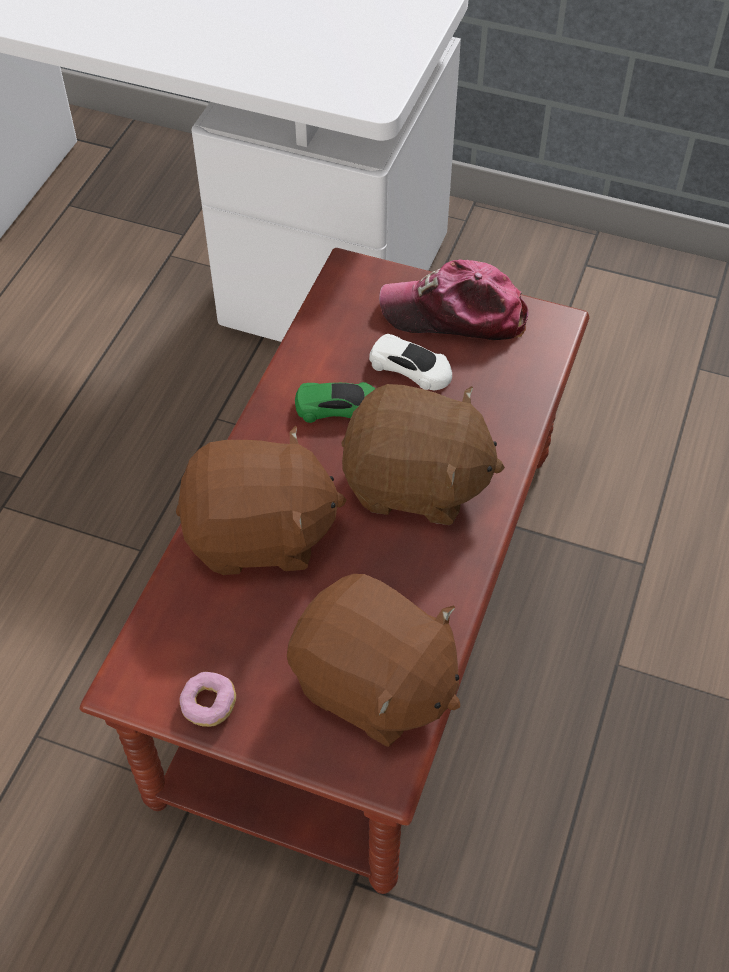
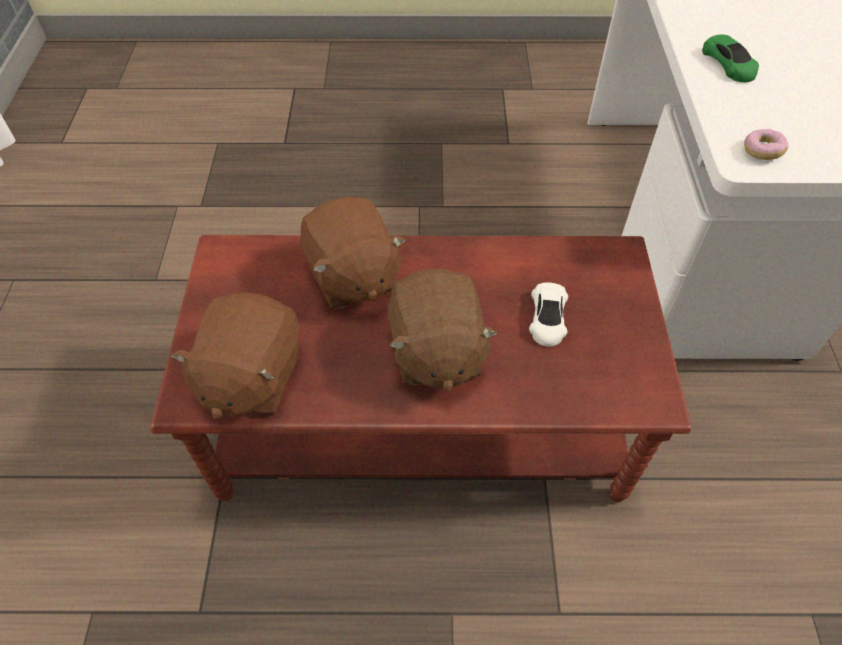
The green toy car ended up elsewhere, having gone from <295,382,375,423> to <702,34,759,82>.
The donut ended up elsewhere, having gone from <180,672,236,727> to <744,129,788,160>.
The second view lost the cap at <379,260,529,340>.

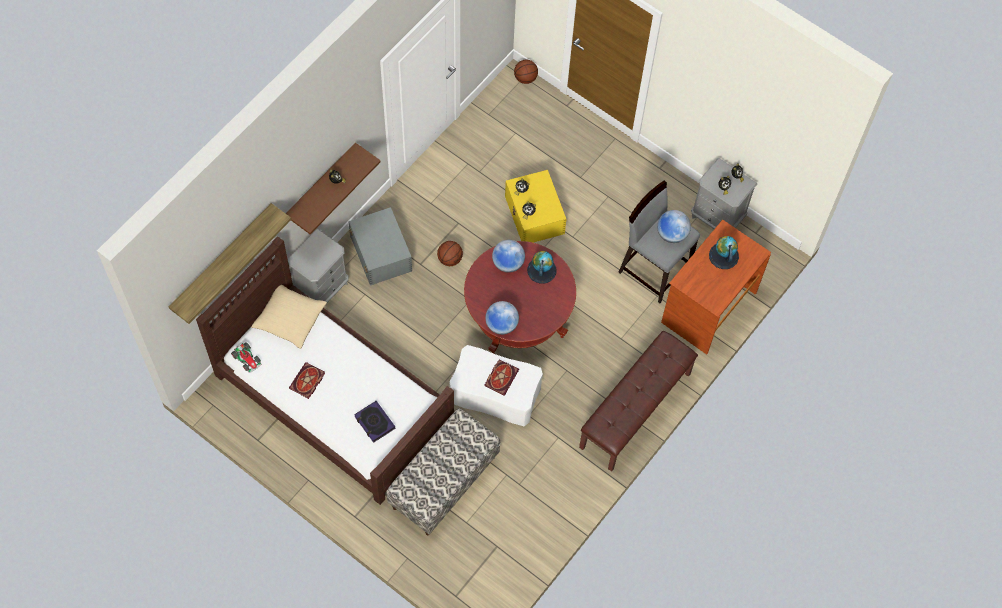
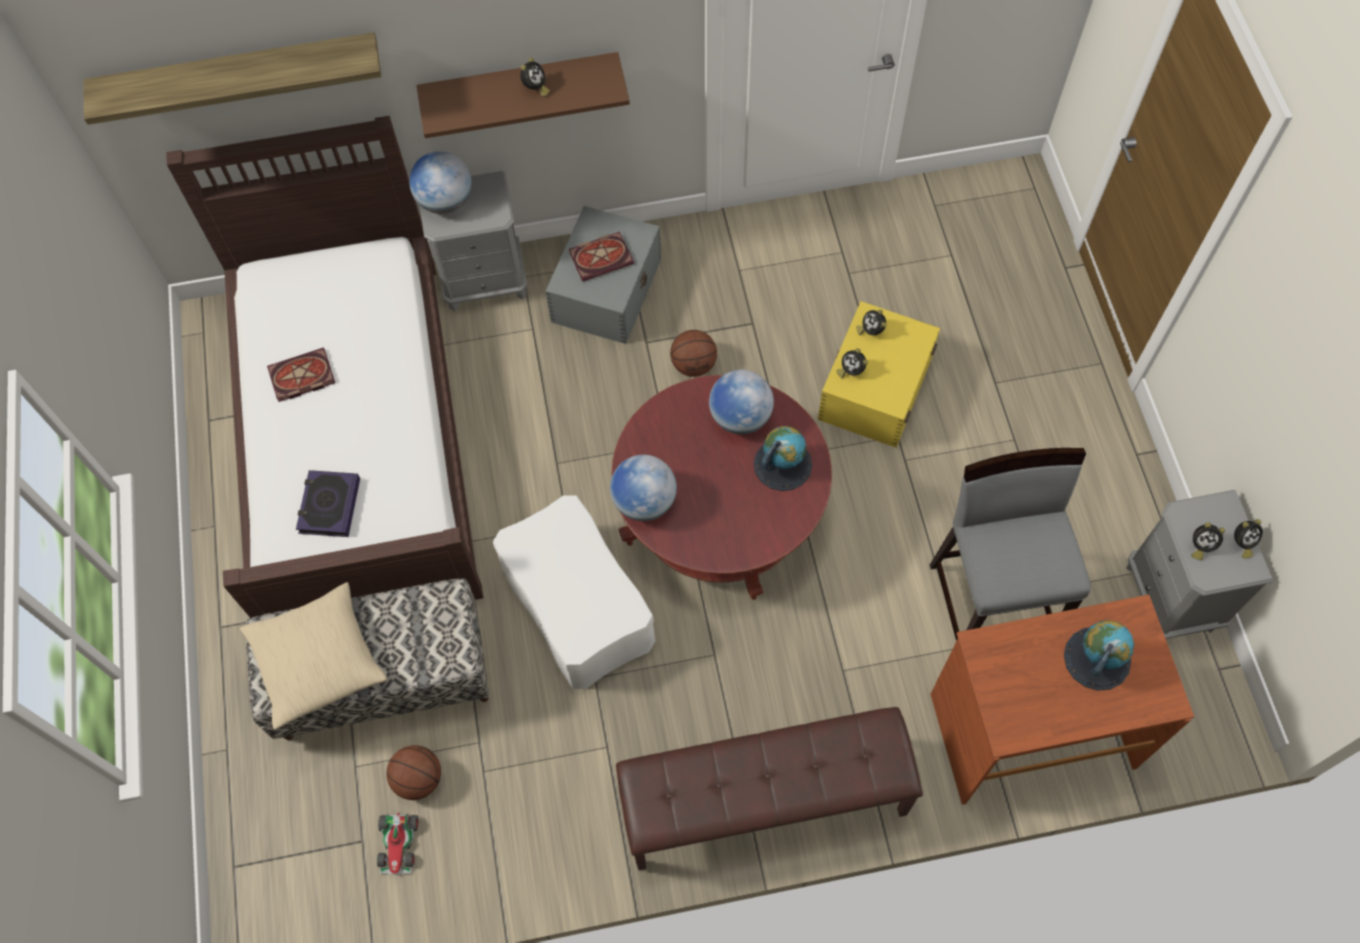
The beige pillow ended up elsewhere, having gone from <251,285,327,349> to <240,582,387,730>.
The toy car ended up elsewhere, having gone from <231,342,262,373> to <377,812,419,874>.
The basketball ended up elsewhere, having gone from <514,60,538,84> to <386,745,441,800>.
The globe ended up elsewhere, having gone from <657,210,691,243> to <409,151,472,214>.
The book ended up elsewhere, having gone from <485,359,519,396> to <569,232,634,282>.

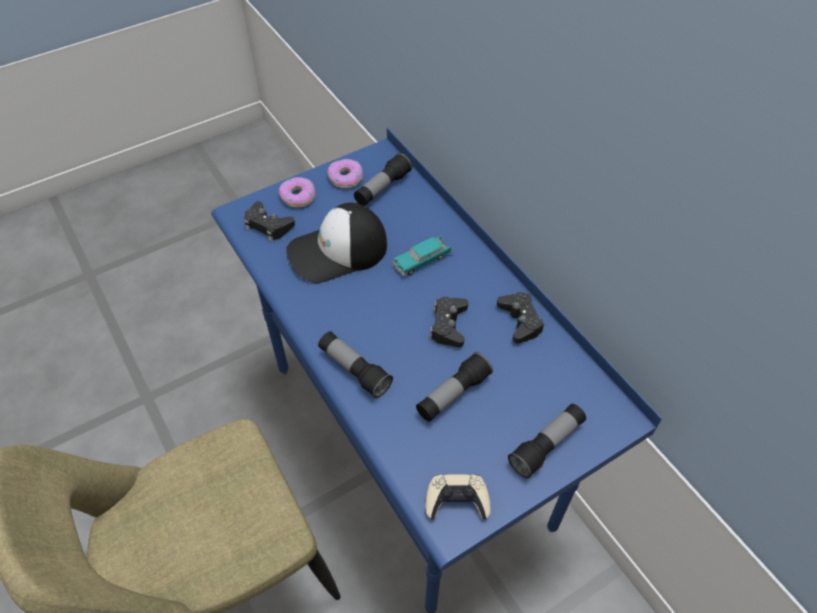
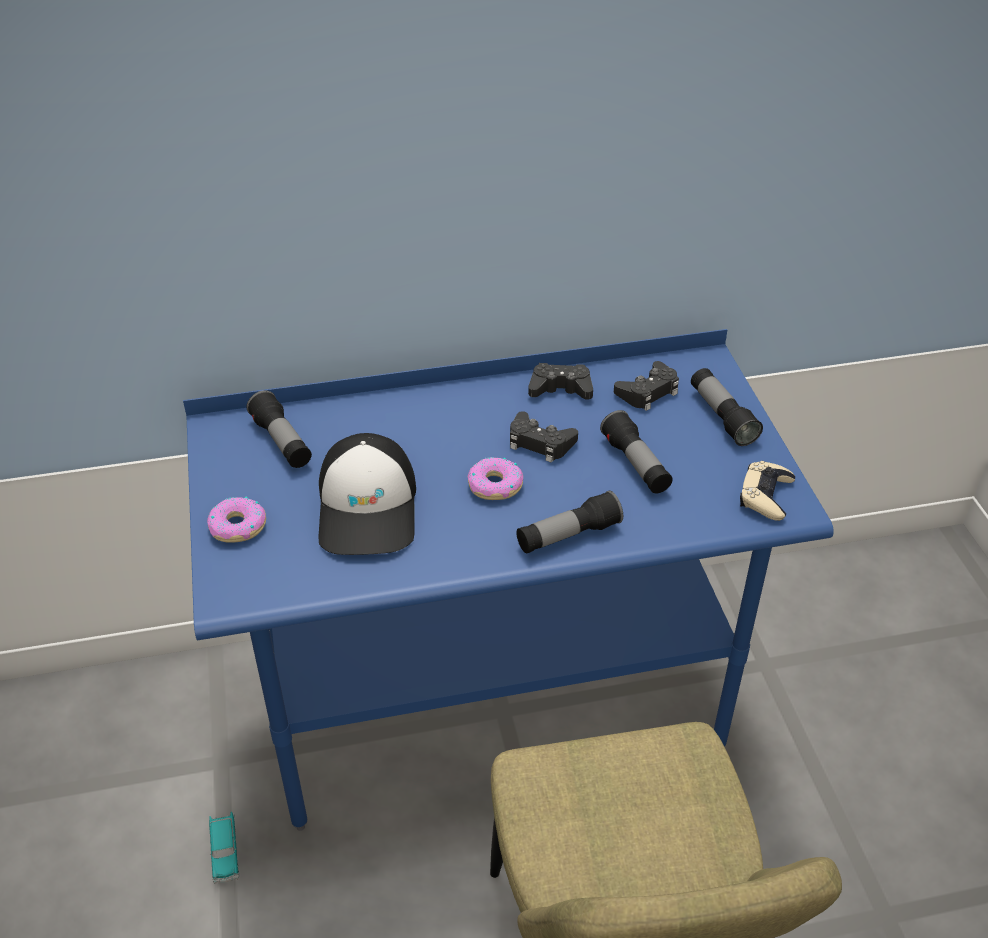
The toy car ended up elsewhere, having gone from <392,236,453,276> to <209,811,239,884>.
The donut ended up elsewhere, having gone from <327,159,363,188> to <468,457,523,500>.
The black game controller ended up elsewhere, having gone from <244,201,295,242> to <614,361,679,411>.

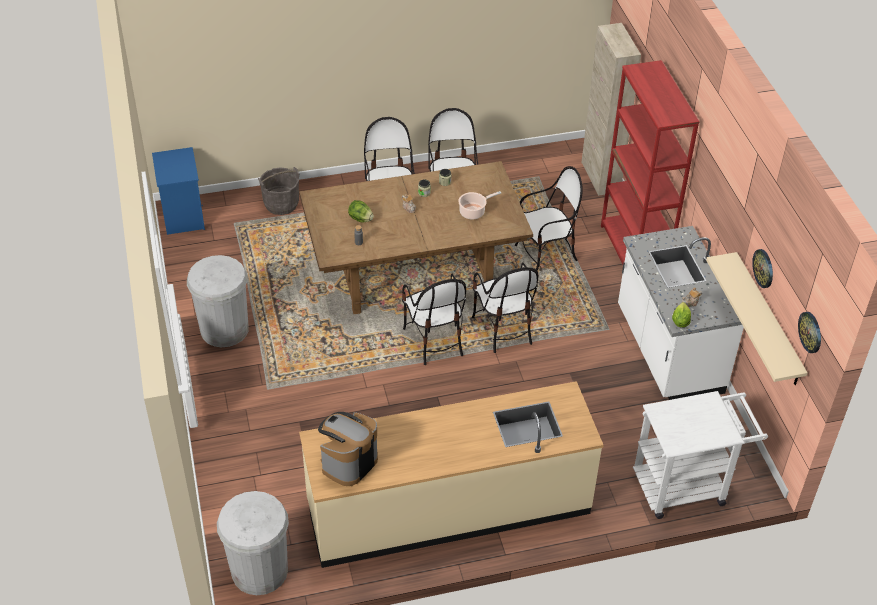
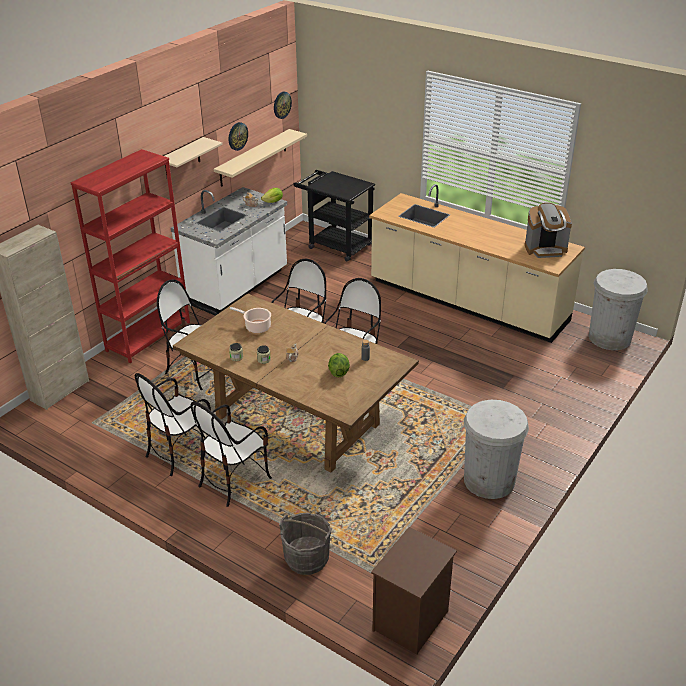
The second view gained the beige shelf at <165,137,223,176>.
What was the white cart at <633,391,768,519> turned into the black cart at <293,170,375,262>.
What was the blue nightstand at <152,147,205,235> turned into the brown nightstand at <371,527,457,655>.

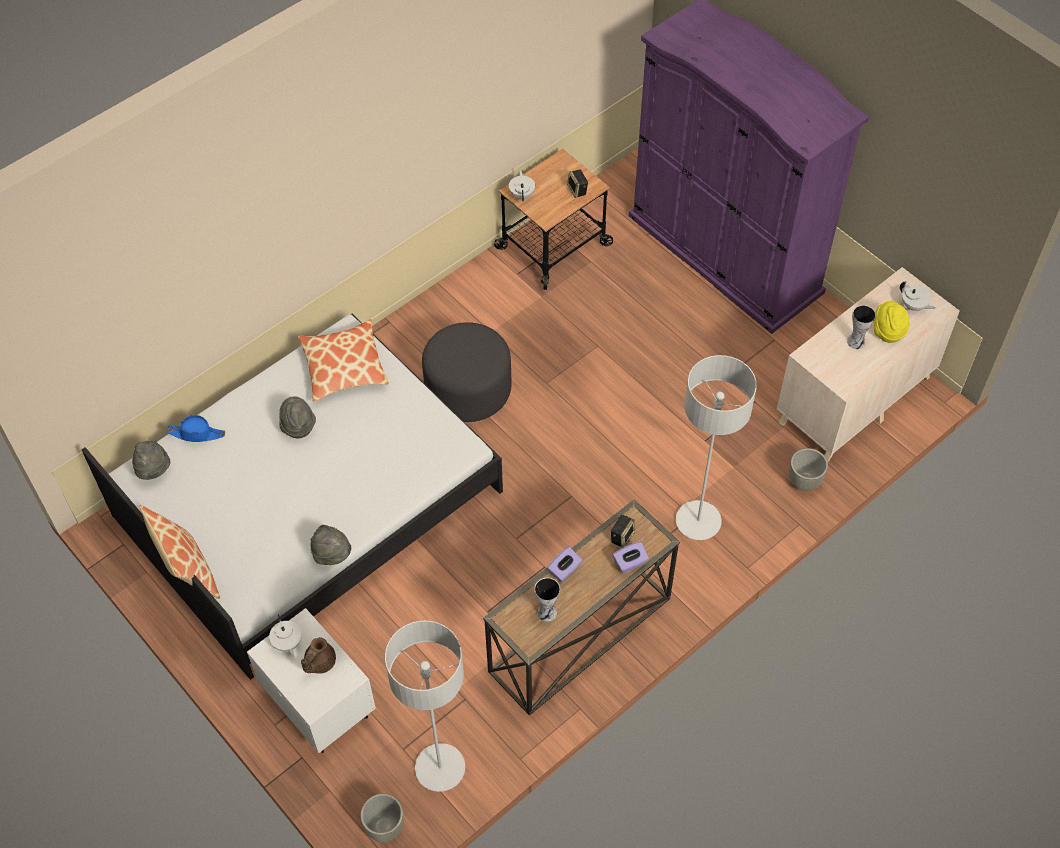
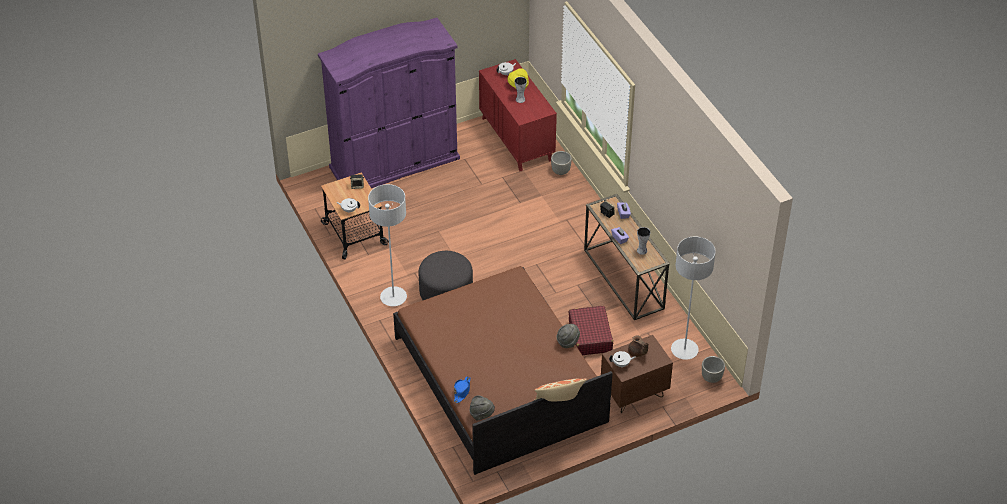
The grey floor lamp ended up elsewhere, having gone from <676,355,757,540> to <368,184,407,306>.
What was the white bed at <82,314,503,680> turned into the brown bed at <393,266,613,475>.
What was the beige dresser at <777,267,960,462> turned into the red dresser at <479,59,557,171>.
The second view gained the red suitcase at <569,306,613,355>.
What was the white nightstand at <247,608,376,753> turned into the brown nightstand at <601,335,673,413>.
The second view lost the grey hat at <279,396,316,438>.
The second view lost the pillow at <298,319,389,402>.

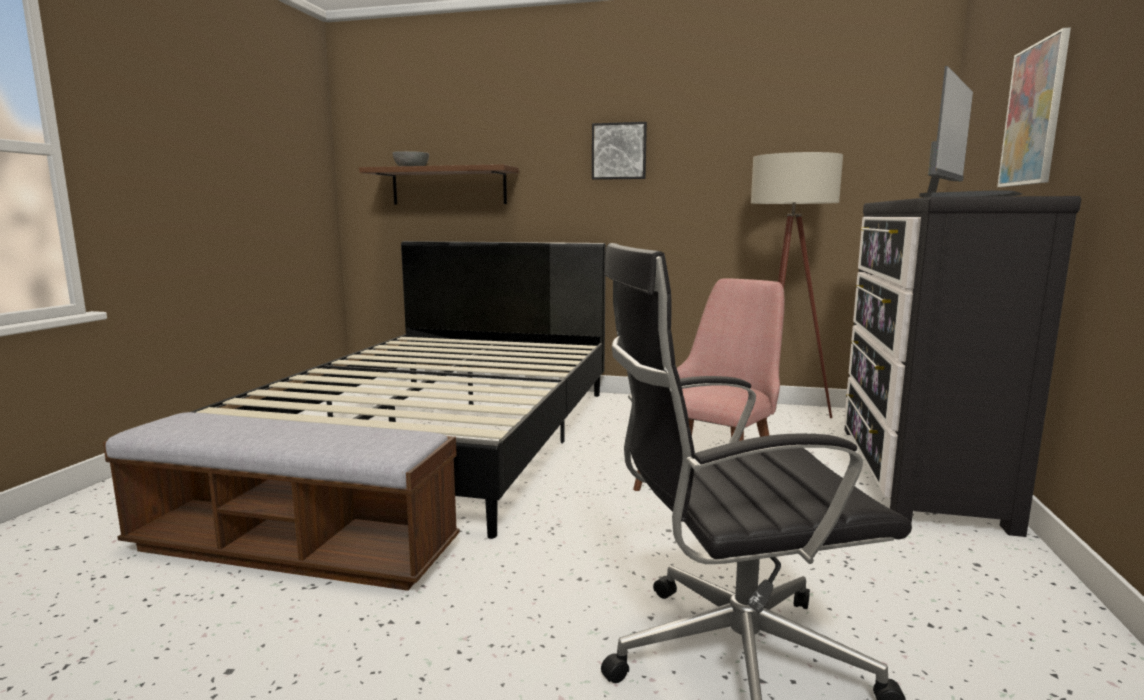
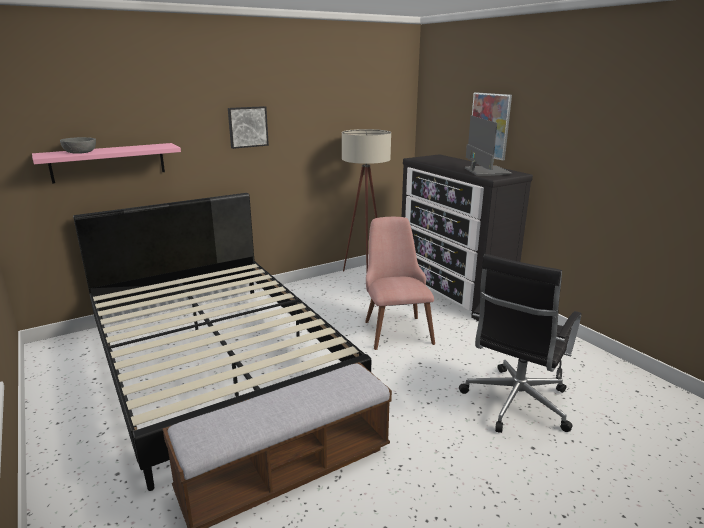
What was the brown shelf at <359,164,519,204> turned into the pink shelf at <32,143,181,184>.

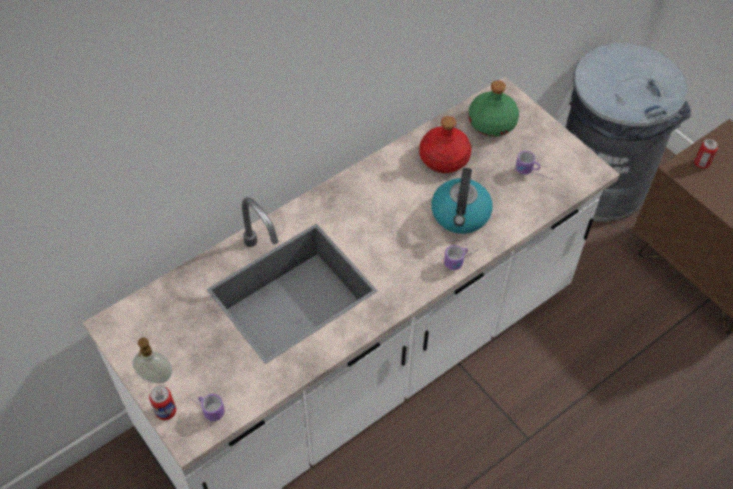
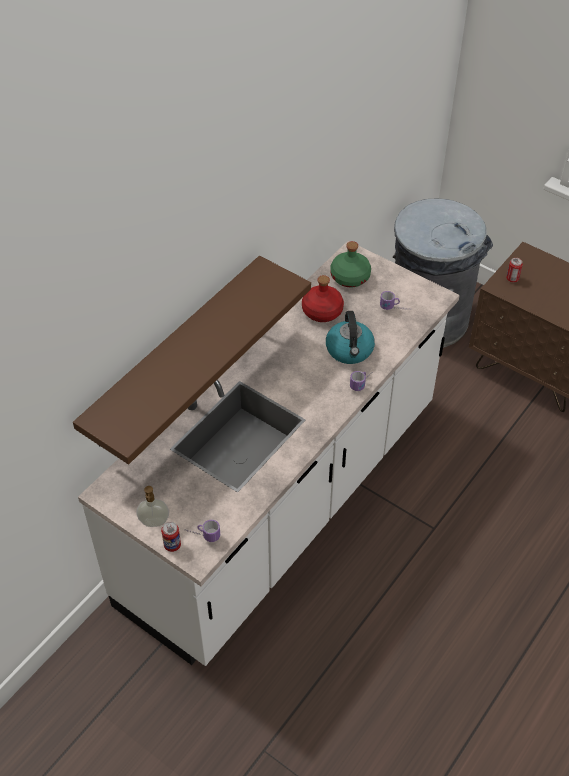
The second view gained the brown shelf at <73,256,311,465>.

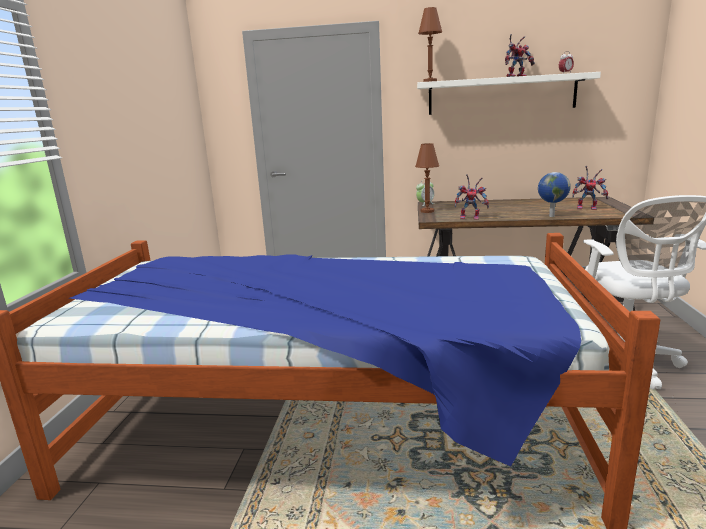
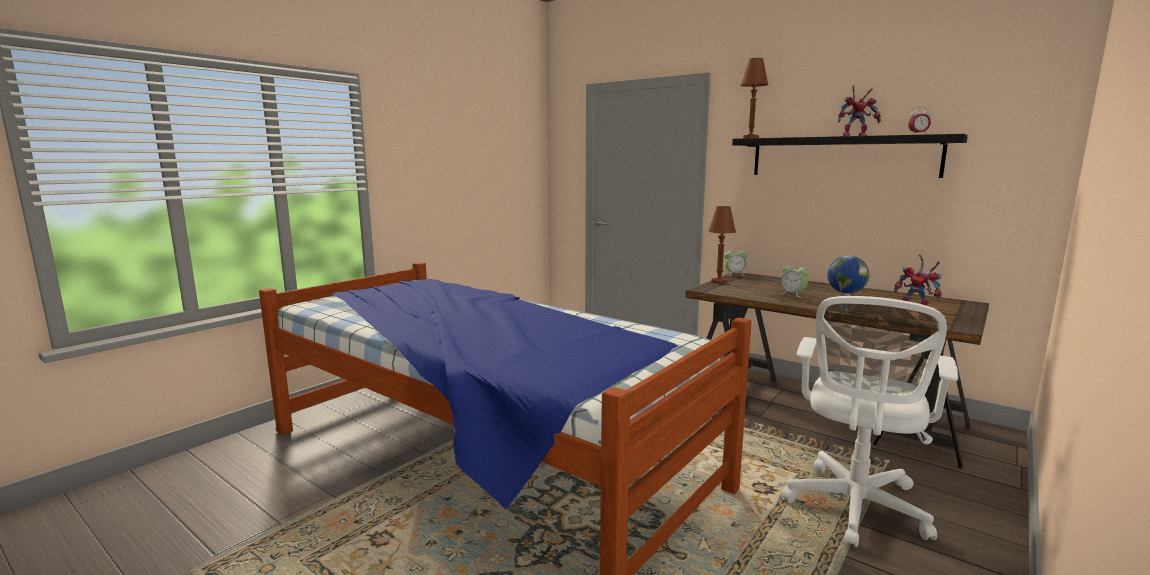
What was the white shelf at <417,72,601,115> turned into the black shelf at <732,134,968,178>.
The second view gained the alarm clock at <780,262,809,298>.
The second view lost the toy robot at <454,174,489,220>.

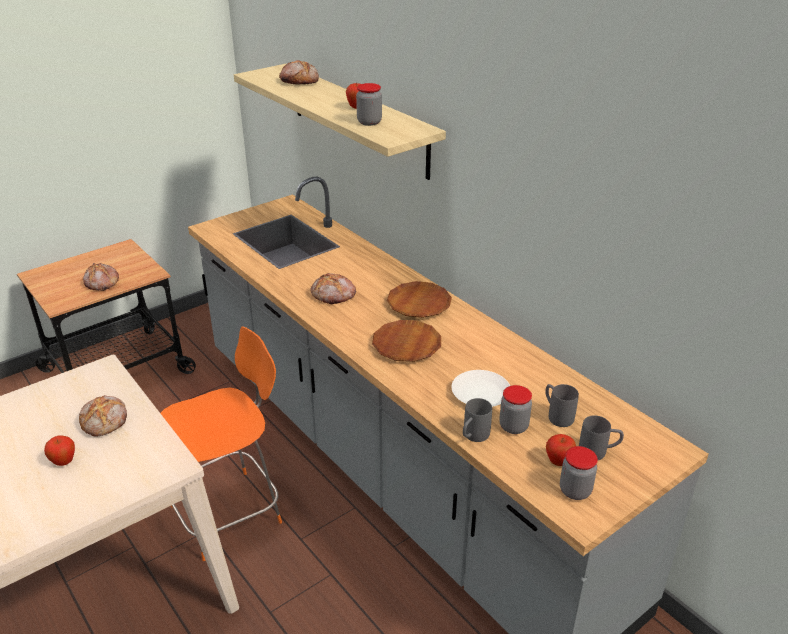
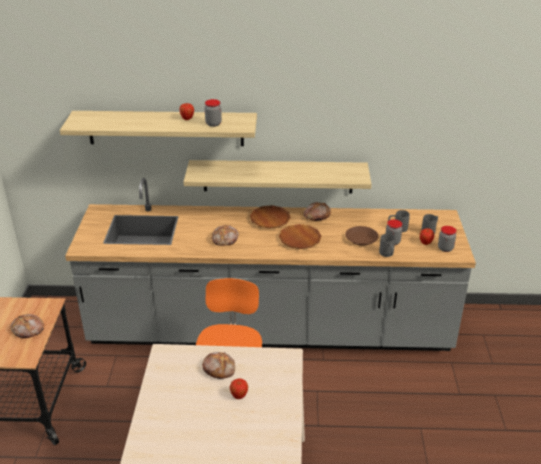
The second view gained the shelf at <183,160,372,193>.
The bread ended up elsewhere, having gone from <279,60,319,85> to <303,202,331,221>.
What was the white plate at <452,370,510,407> turned into the brown plate at <345,226,379,246>.

